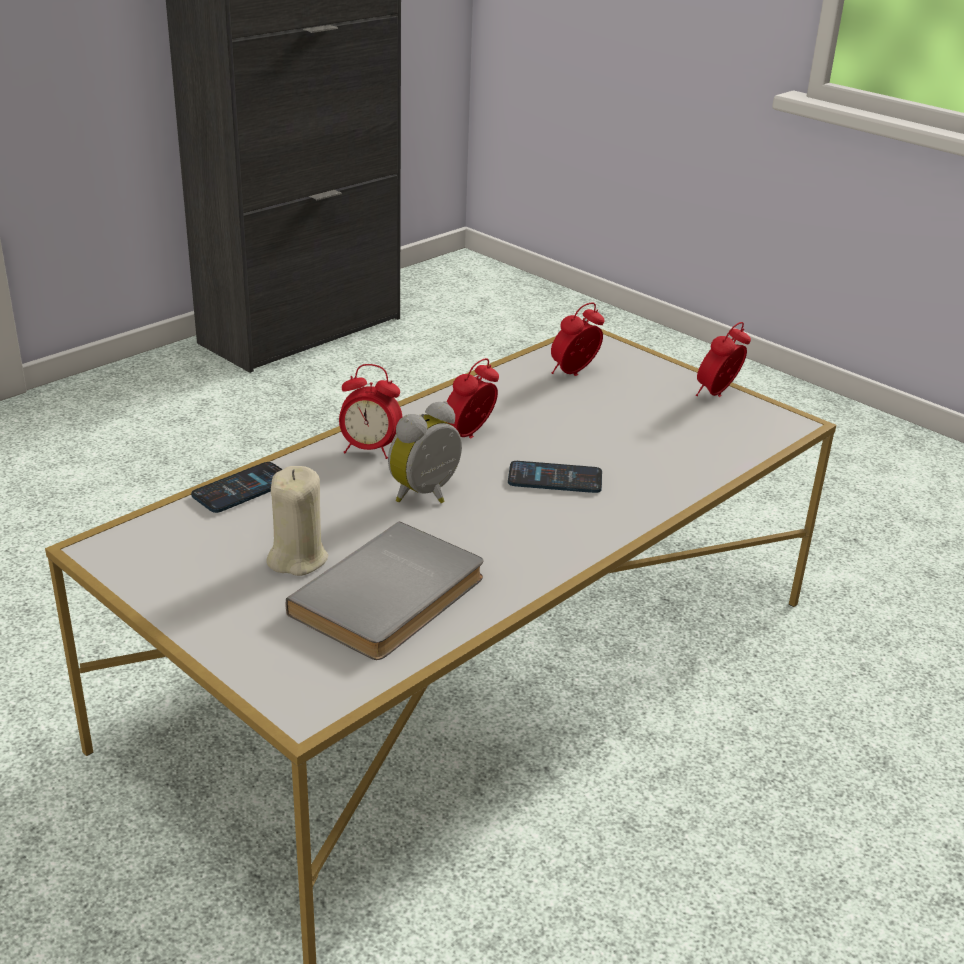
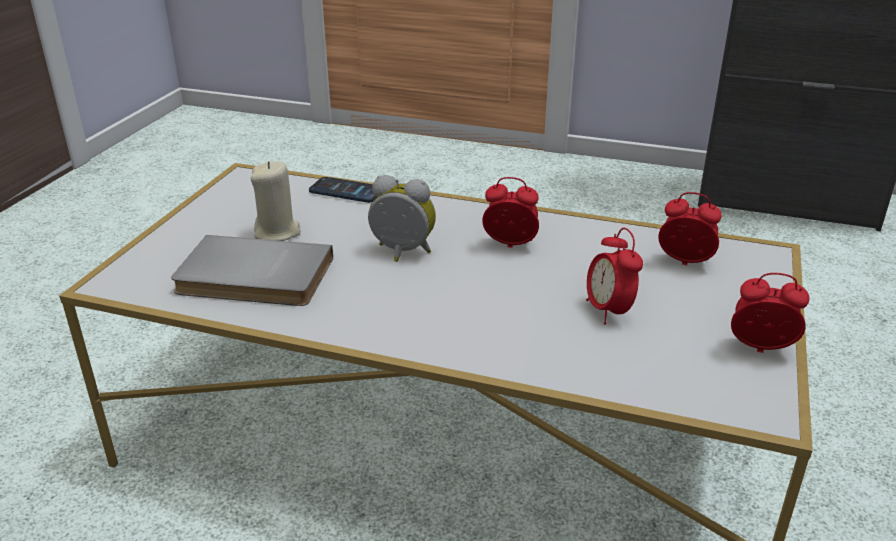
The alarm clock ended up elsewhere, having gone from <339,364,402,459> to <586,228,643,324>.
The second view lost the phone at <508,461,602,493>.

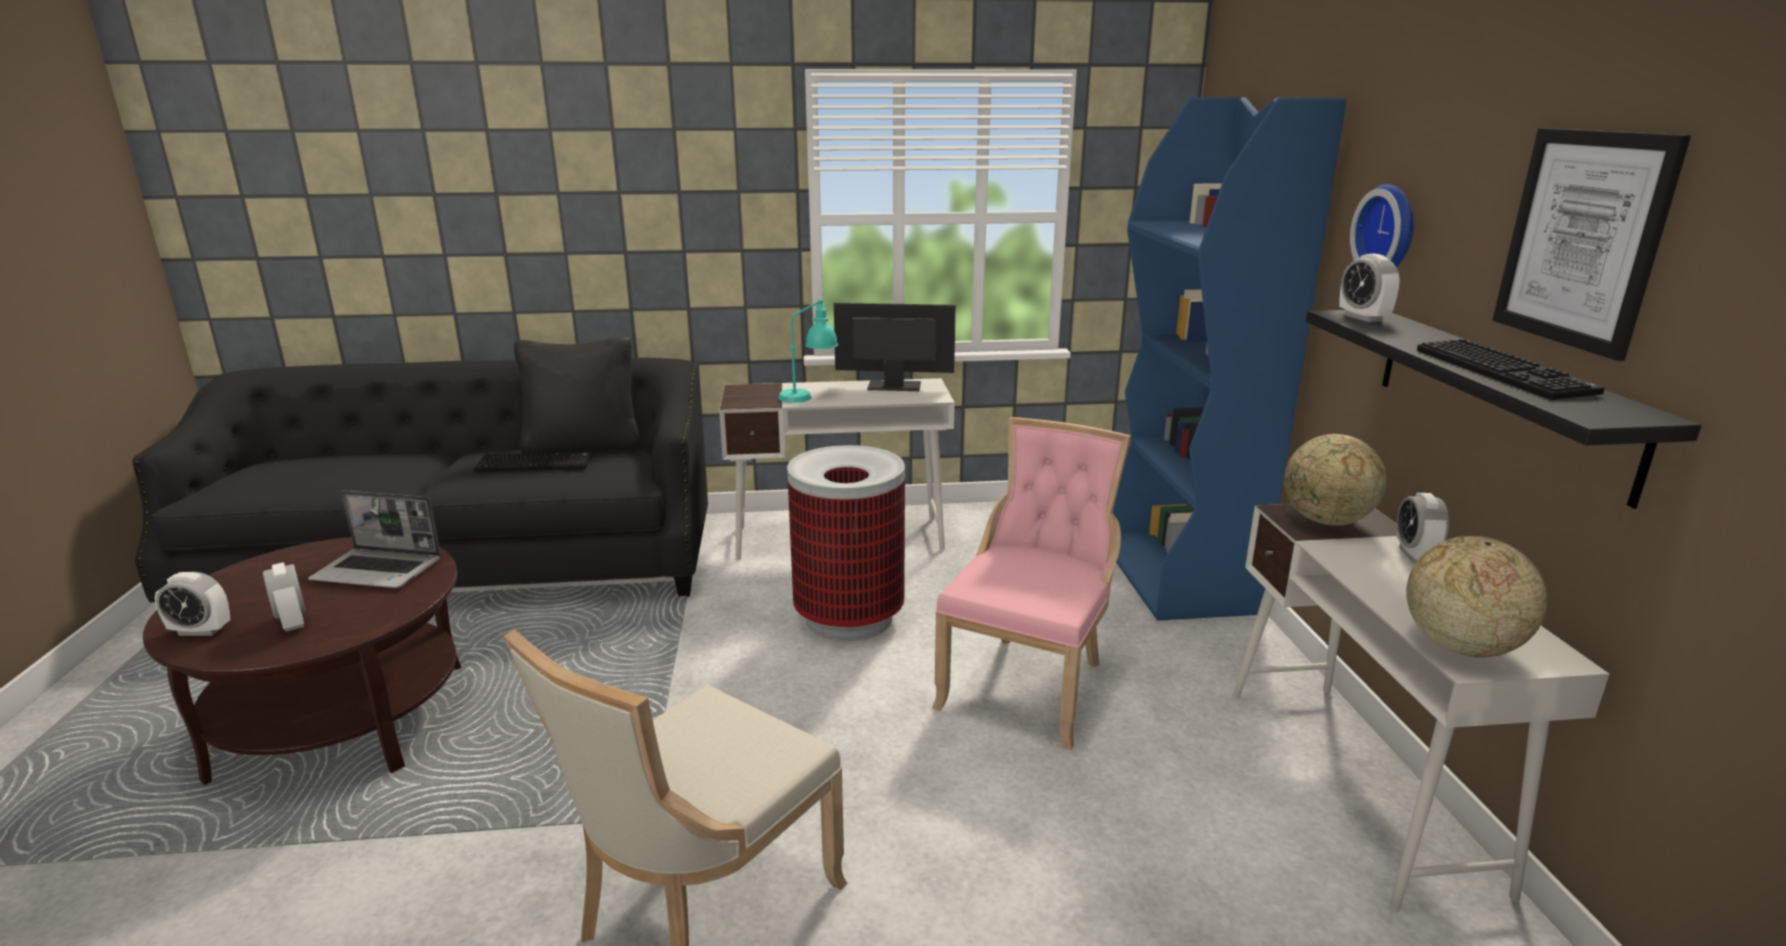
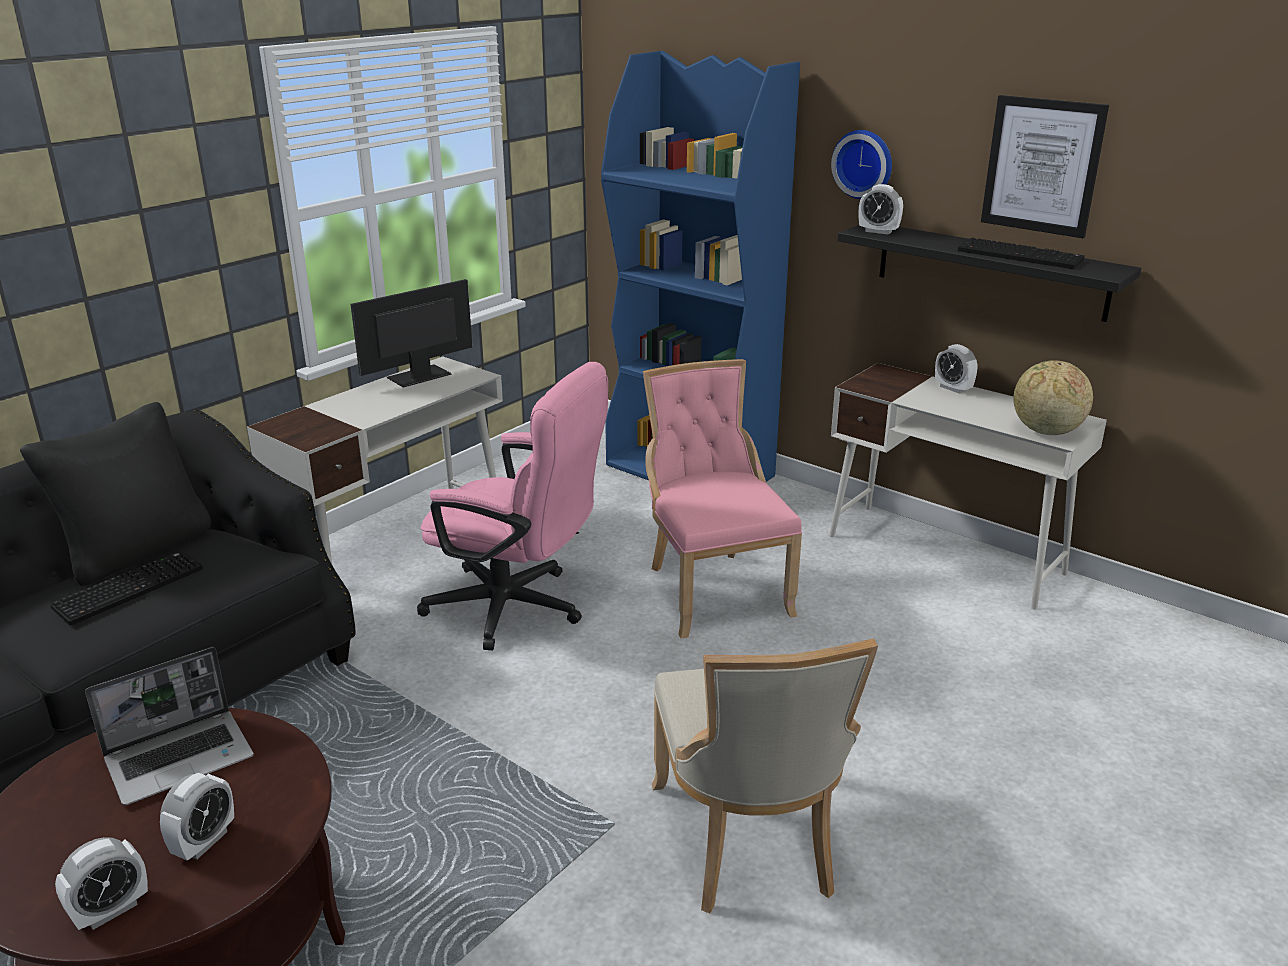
The alarm clock at <263,563,306,632> ended up facing another way, 105 degrees clockwise from before.
Where the trash can stood at <787,445,905,641>, the pink office chair came to stand at <417,362,608,650>.
The second view lost the turquoise table lamp at <778,299,838,403>.
The second view lost the globe at <1284,434,1386,526>.

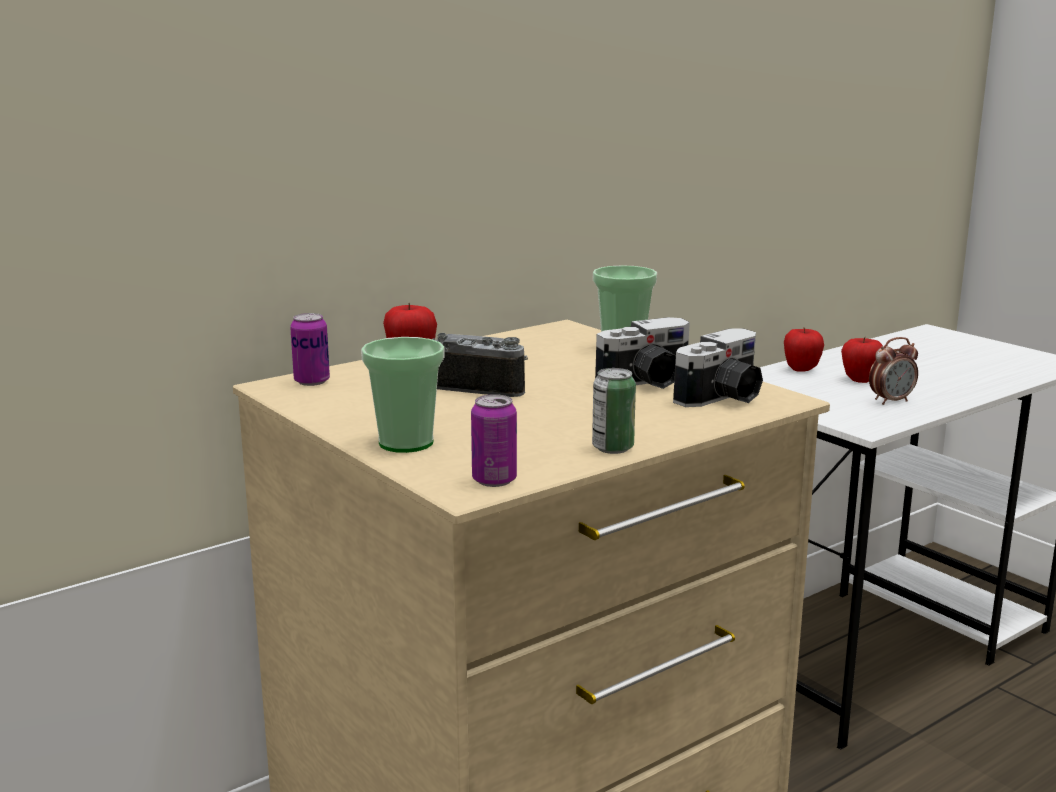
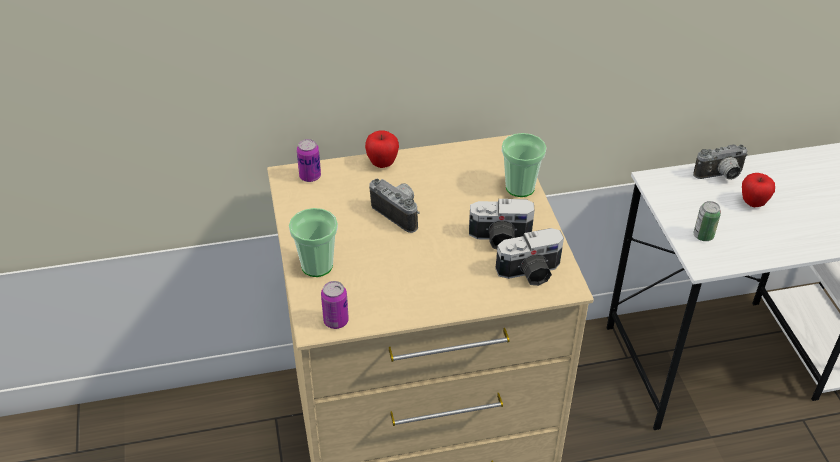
Where the apple stood at <784,327,824,372>, the photo camera came to stand at <693,144,748,180>.
The can ended up elsewhere, having gone from <592,368,636,454> to <694,201,721,241>.
The second view lost the alarm clock at <869,337,918,405>.

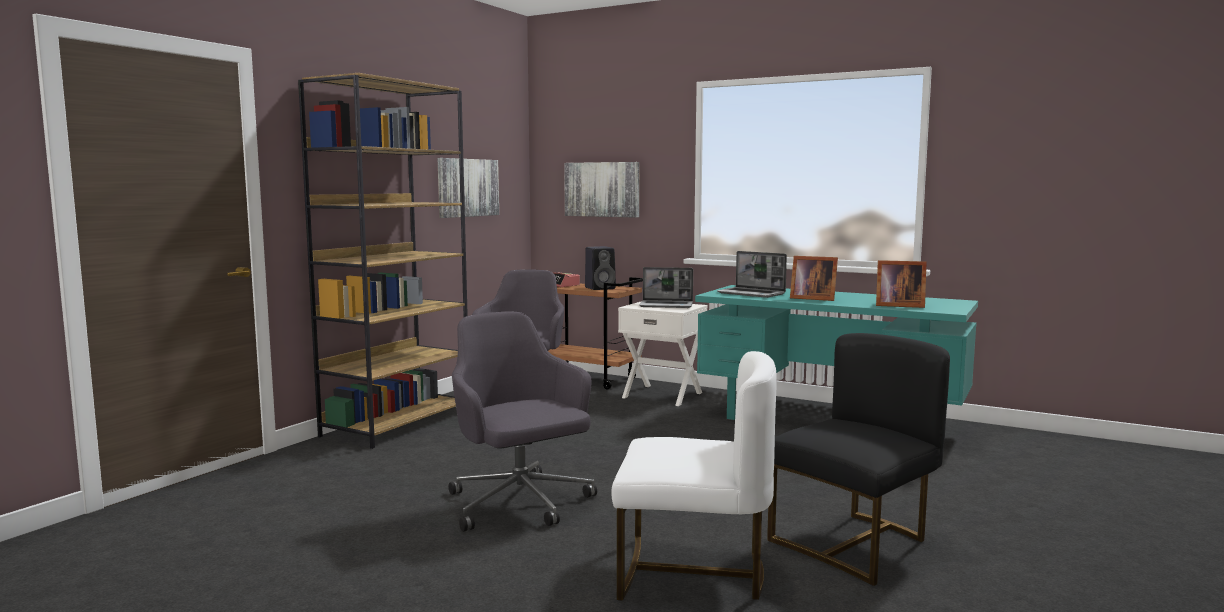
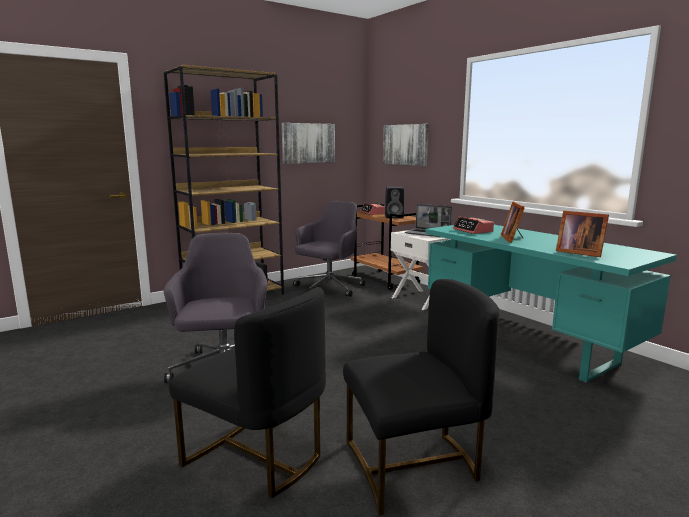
What was the white chair at <611,351,777,600> turned into the black chair at <169,287,326,498>.
Where the laptop stood at <717,251,787,298>, the alarm clock came to stand at <453,216,494,234>.
The picture frame at <790,256,838,301> ended up facing another way, 45 degrees clockwise from before.

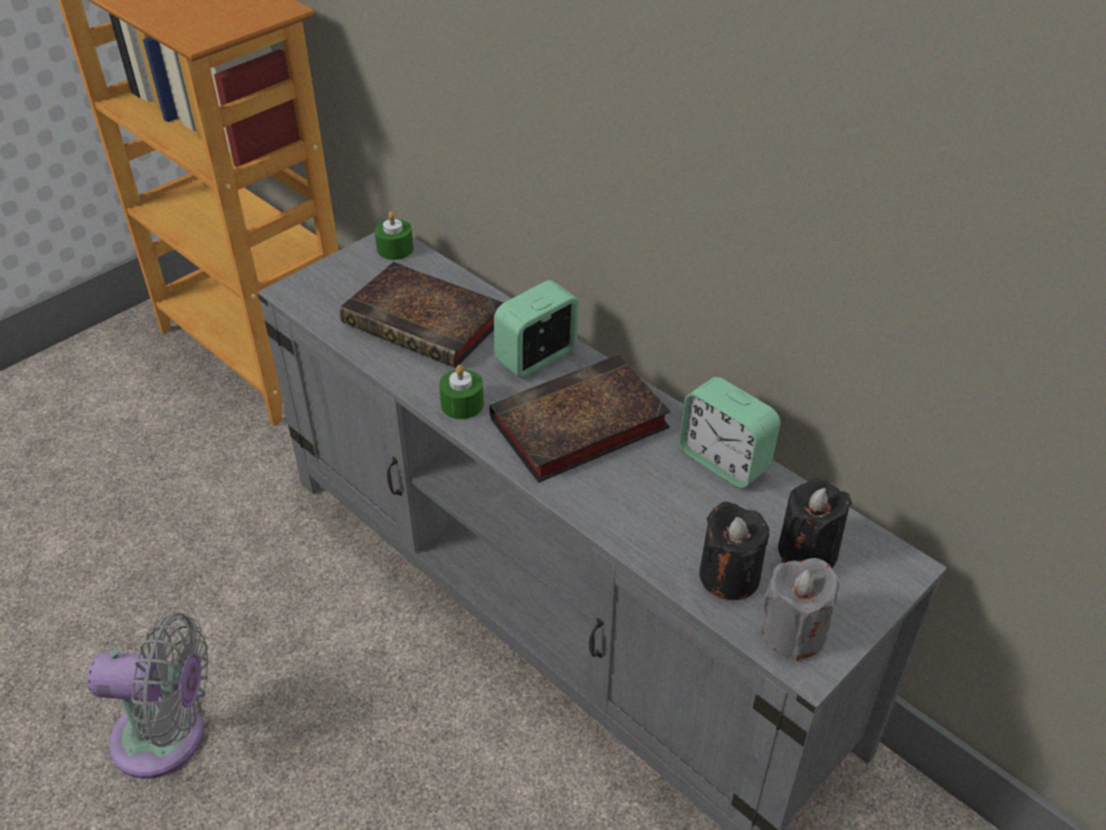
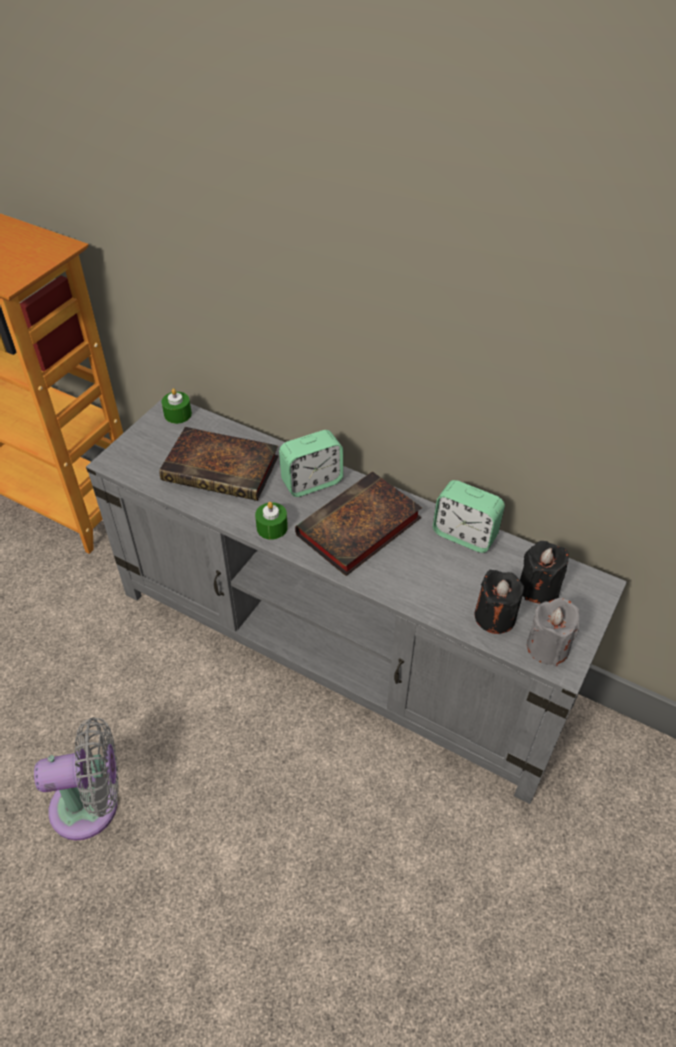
The alarm clock at <494,280,579,378> ended up facing another way, 150 degrees counterclockwise from before.

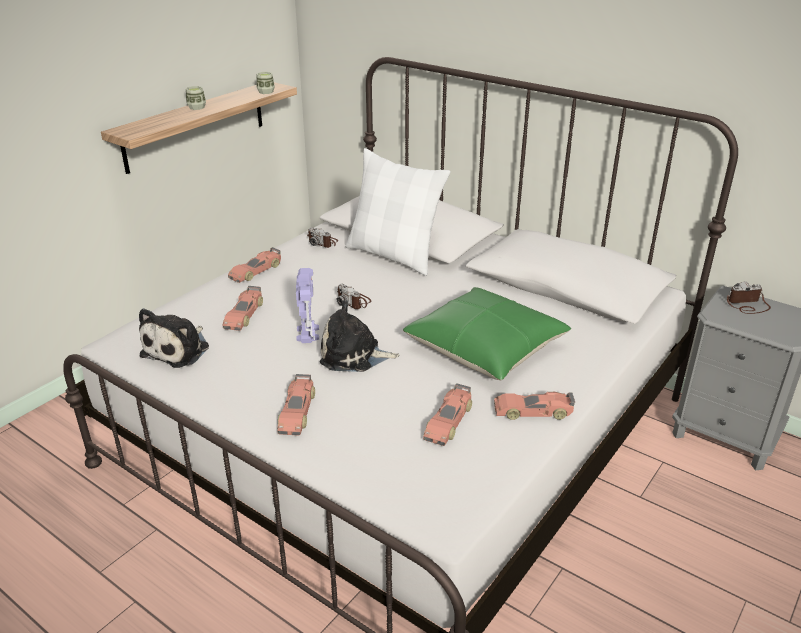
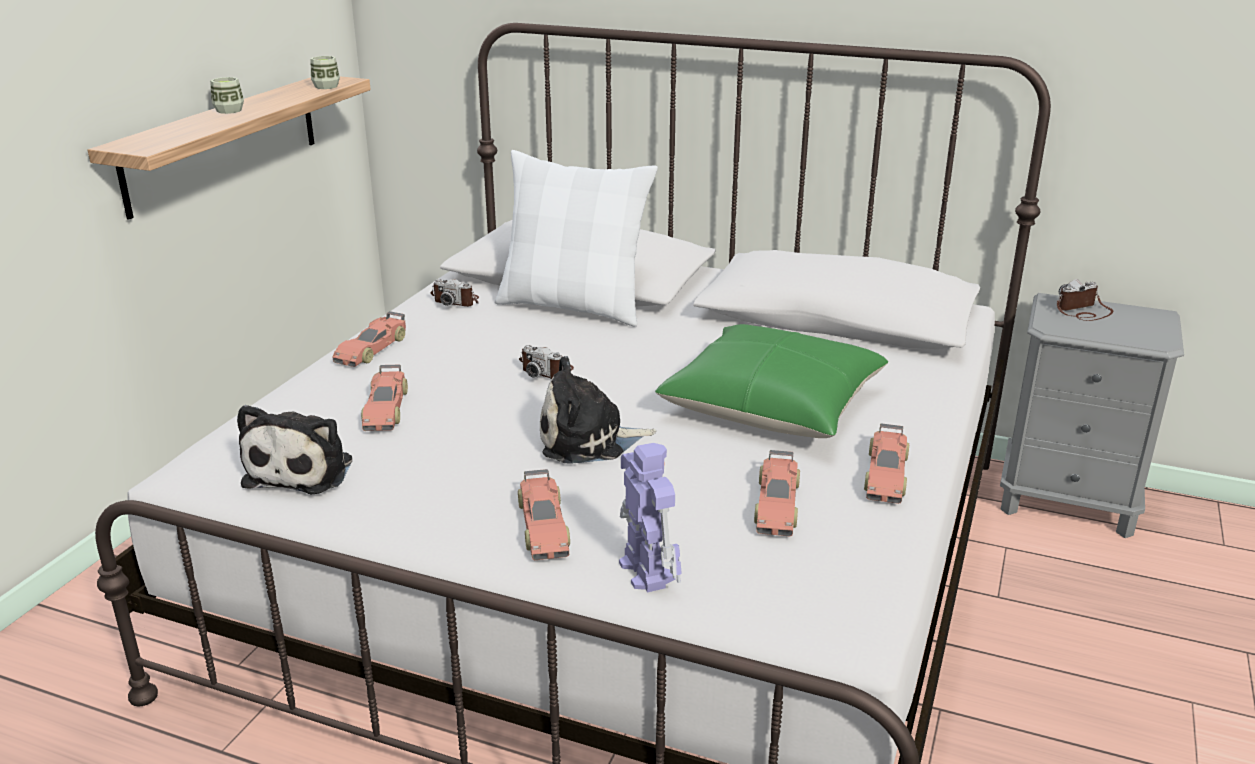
The toy robot ended up elsewhere, having gone from <296,268,319,343> to <619,443,682,592>.
The toy car at <494,392,575,420> ended up facing another way, 60 degrees counterclockwise from before.

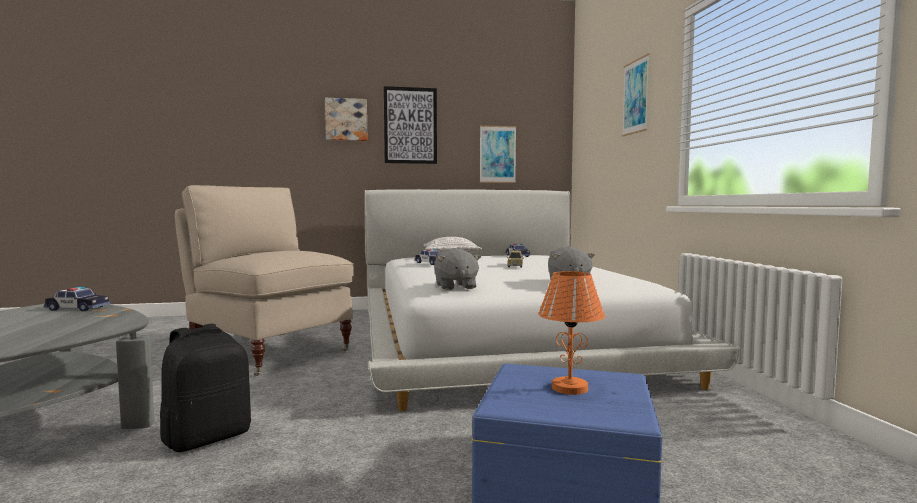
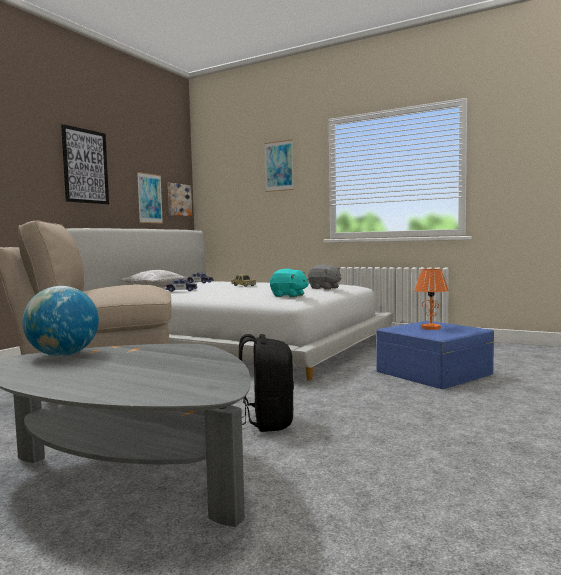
Where the toy car stood at <44,287,111,311>, the globe came to stand at <22,286,99,356>.
The picture ended up elsewhere, having gone from <325,98,368,141> to <168,183,192,216>.
What was the grey plush toy at <434,248,481,290> turned into the turquoise plush toy at <270,269,309,297>.

